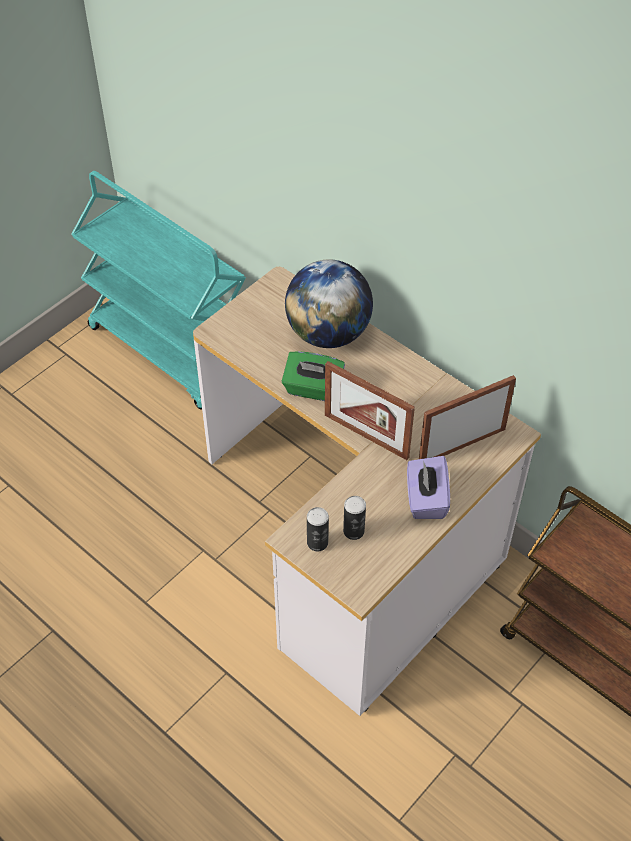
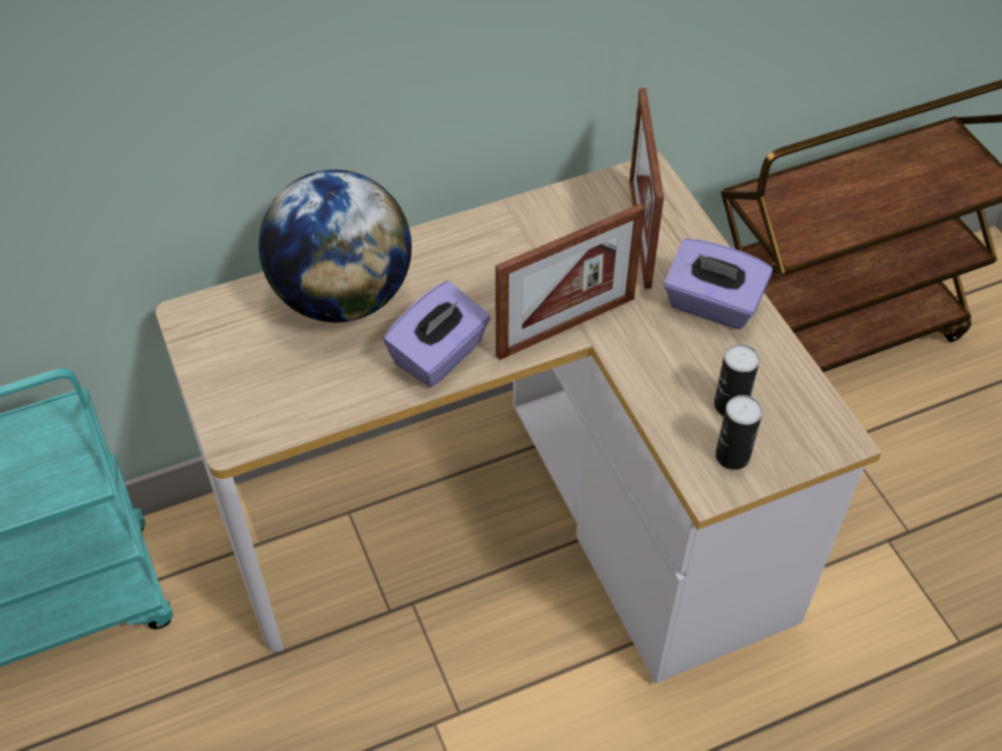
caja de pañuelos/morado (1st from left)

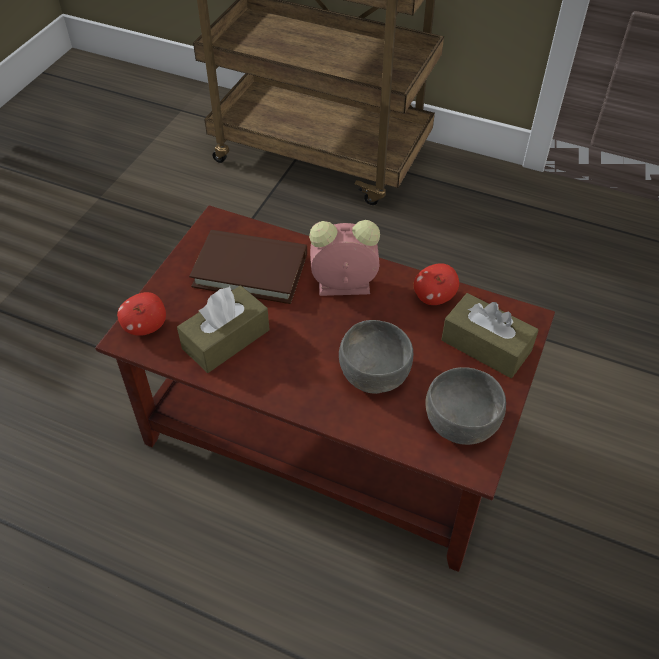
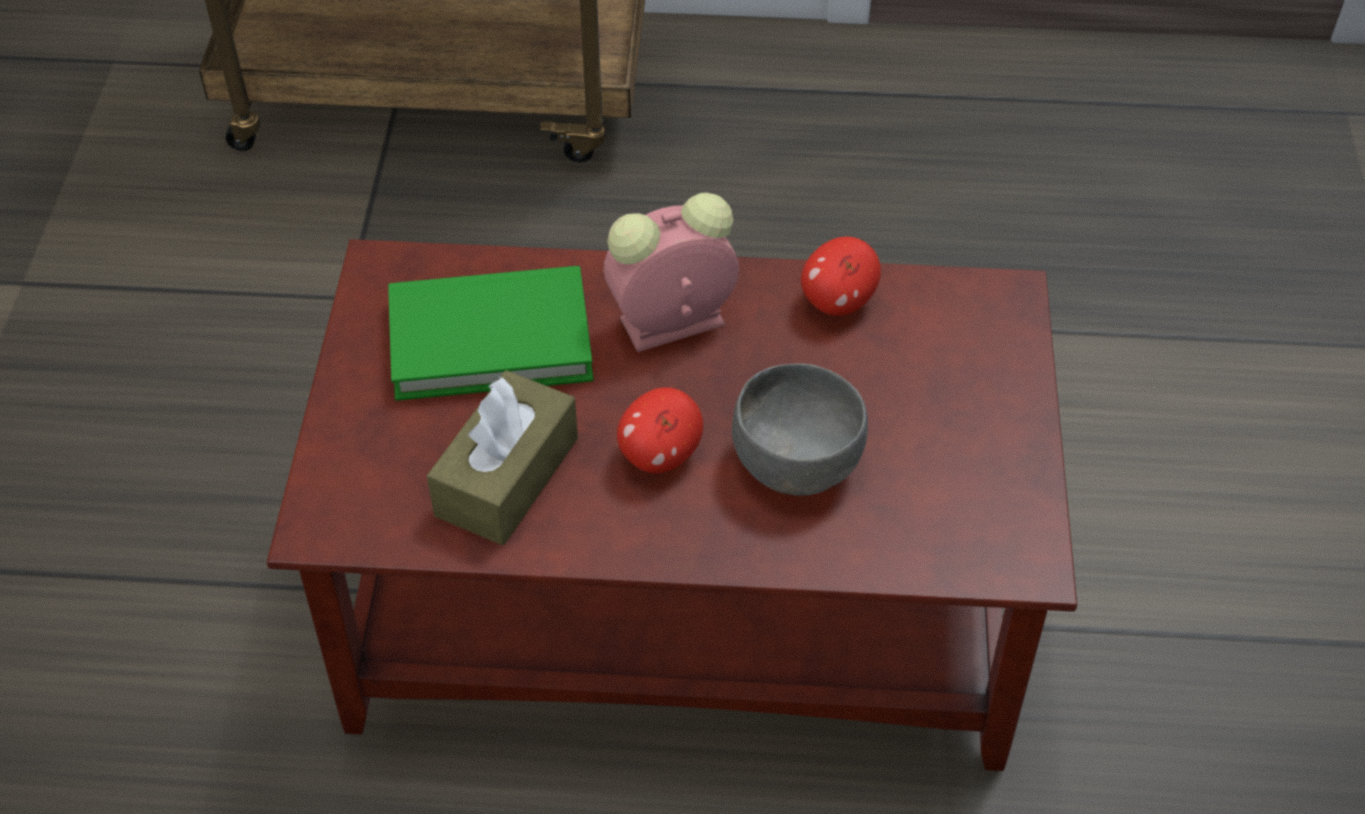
libro/verde
manzana (1st from left)
cuenco/gris (2nd from left in the first image)
caja de pañuelos/marrón (2nd from left in the first image)

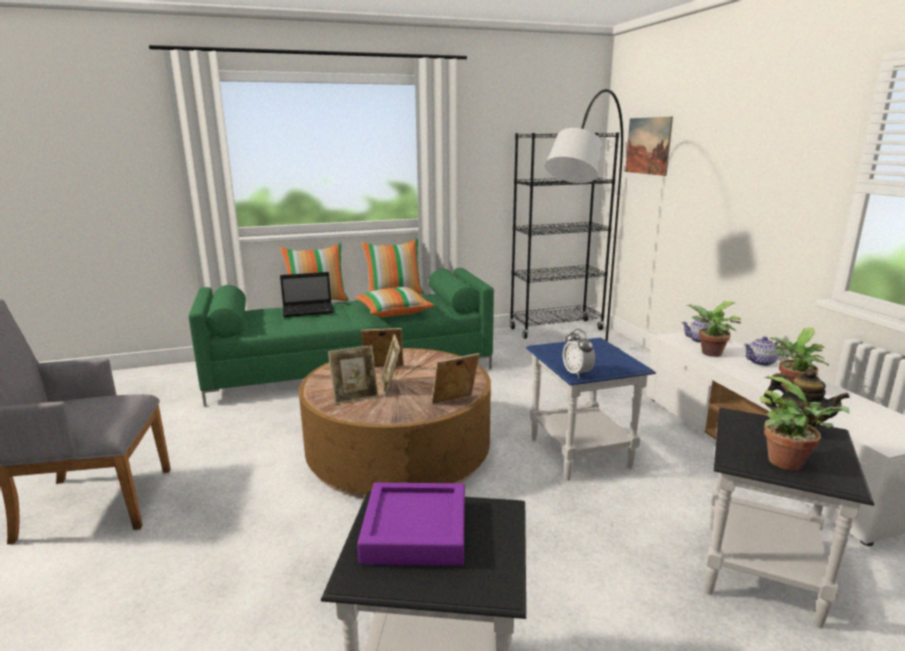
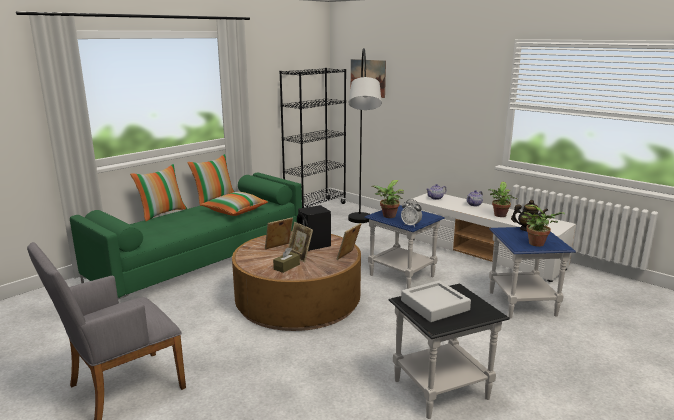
caja de pañuelos/marrón
altavoz/negro
planta en maceta (1st from left)
bandeja/gris
mesa auxiliar/azul (2nd from left)
portátil

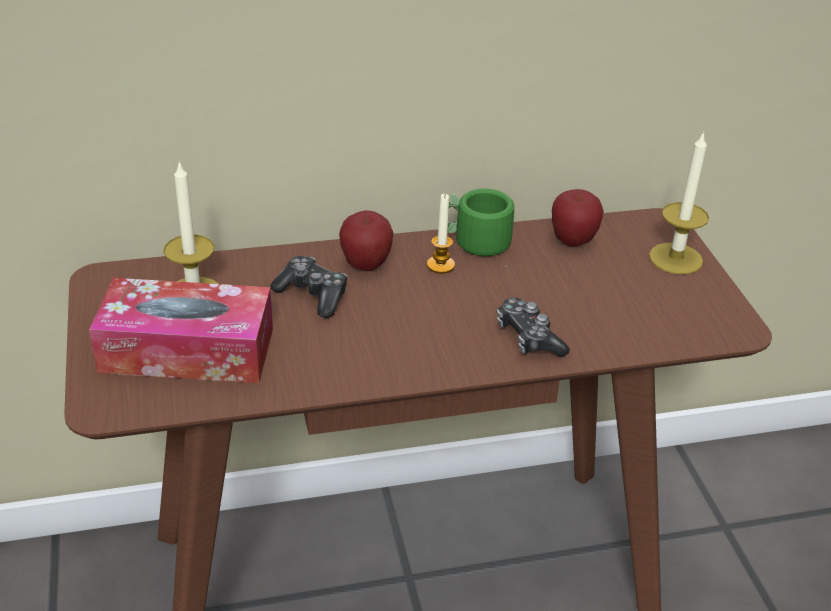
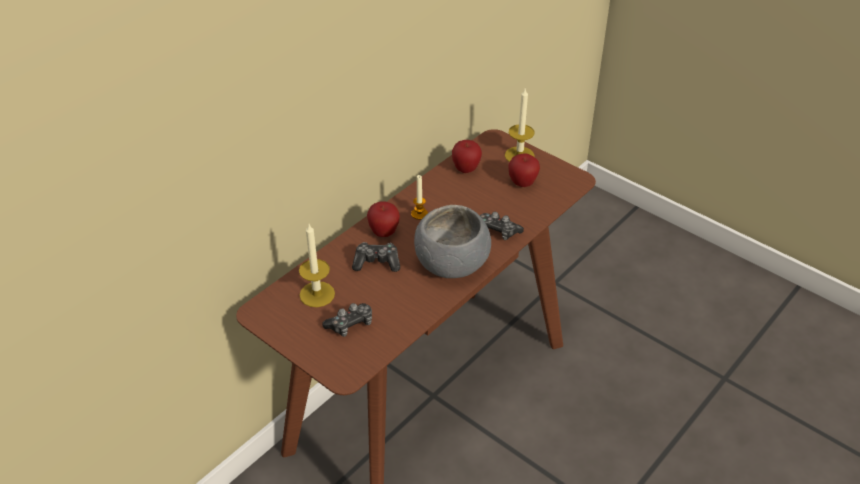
mando de consola (1st from left)
cuenco/gris
manzana (3rd from left)
taza grande/verde

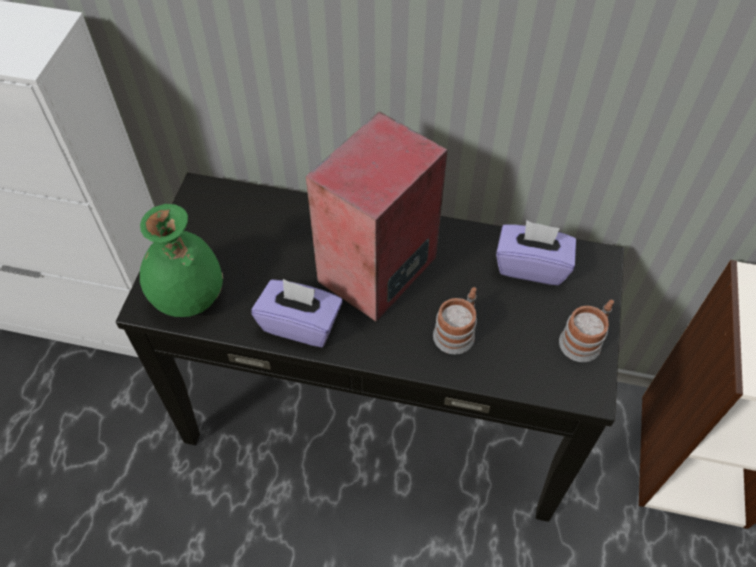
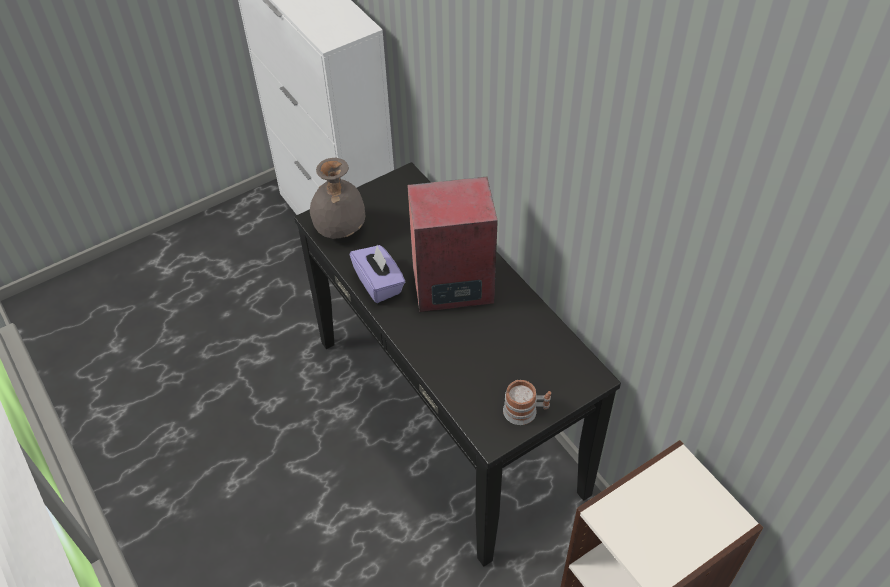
florero/gris
taza grande (1st from left in the first image)
caja de pañuelos/morado (2nd from left in the first image)

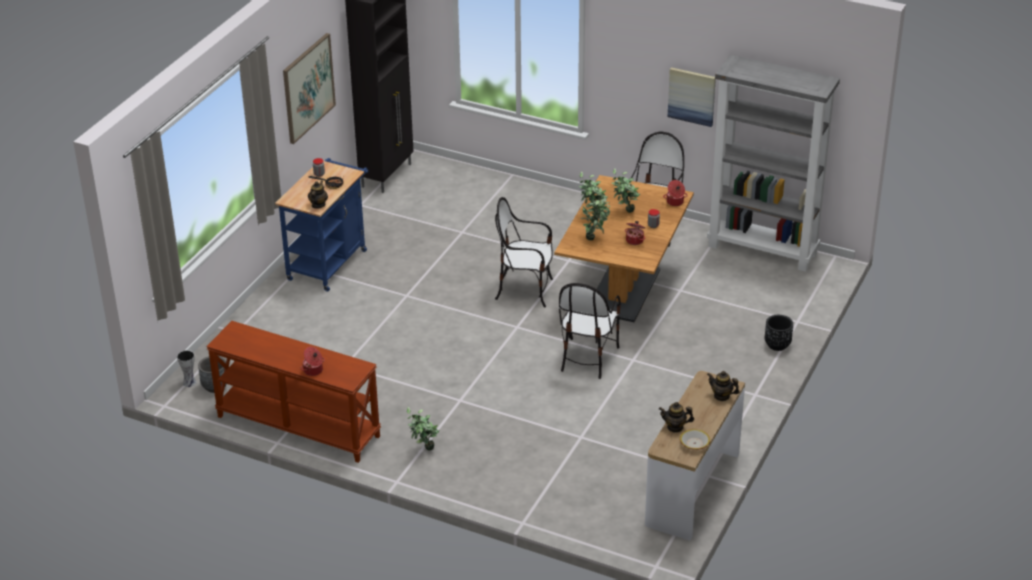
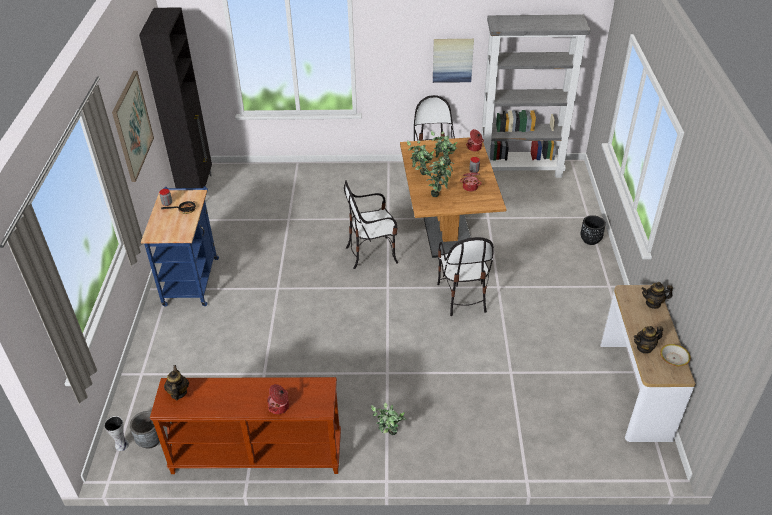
tetera (1st from left)

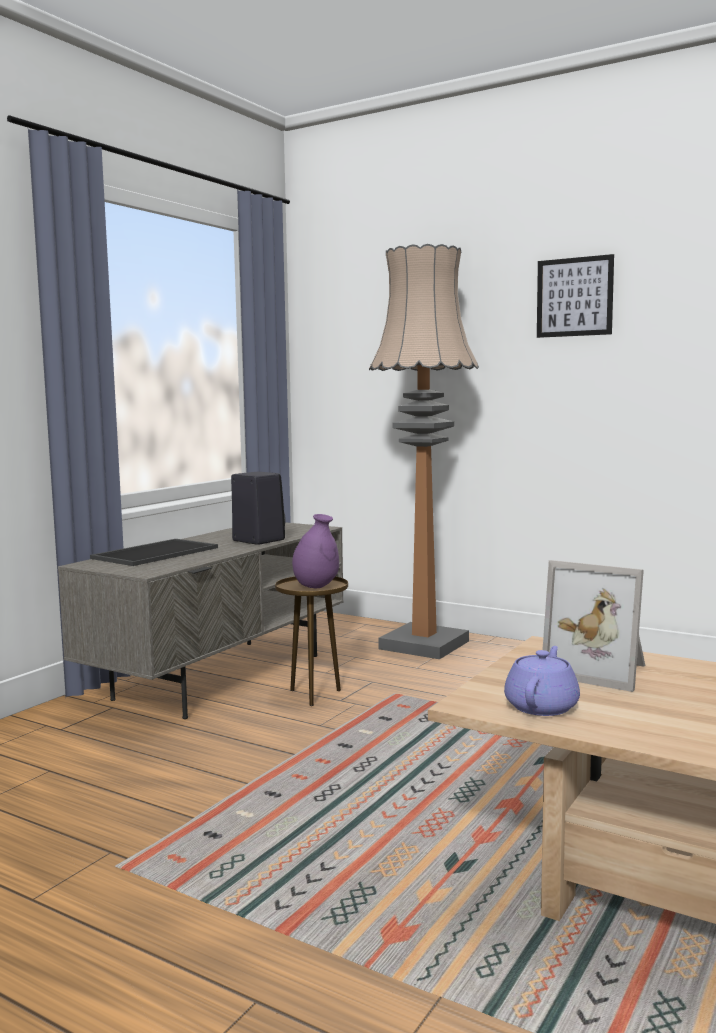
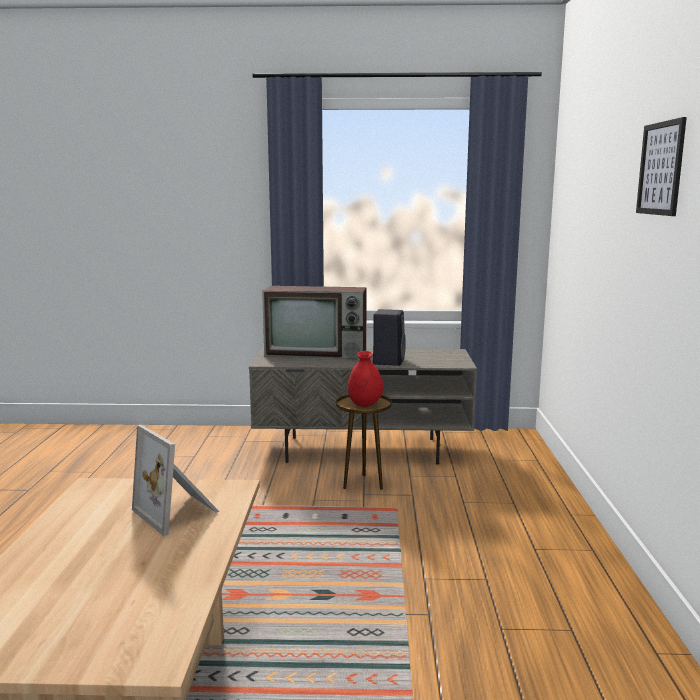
portarretratos
televisor
florero/rojo
lámpara de pie
tetera/morado

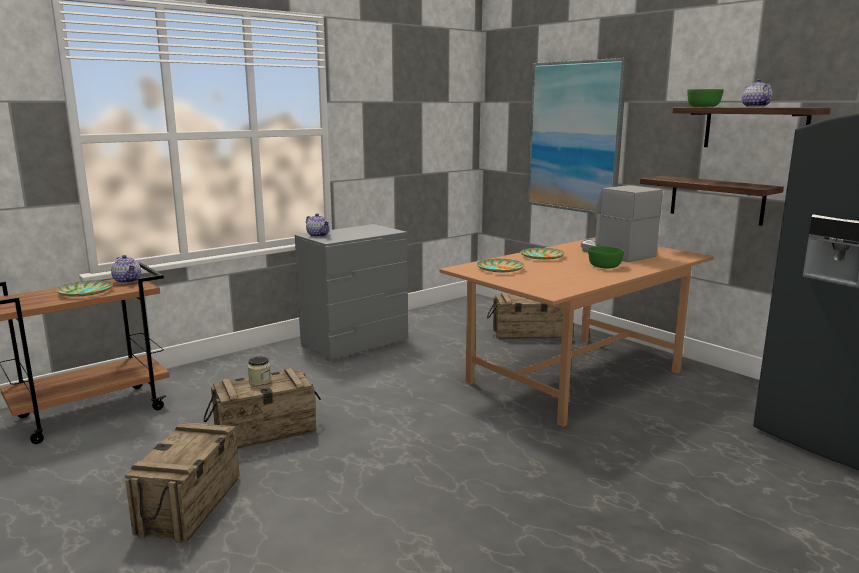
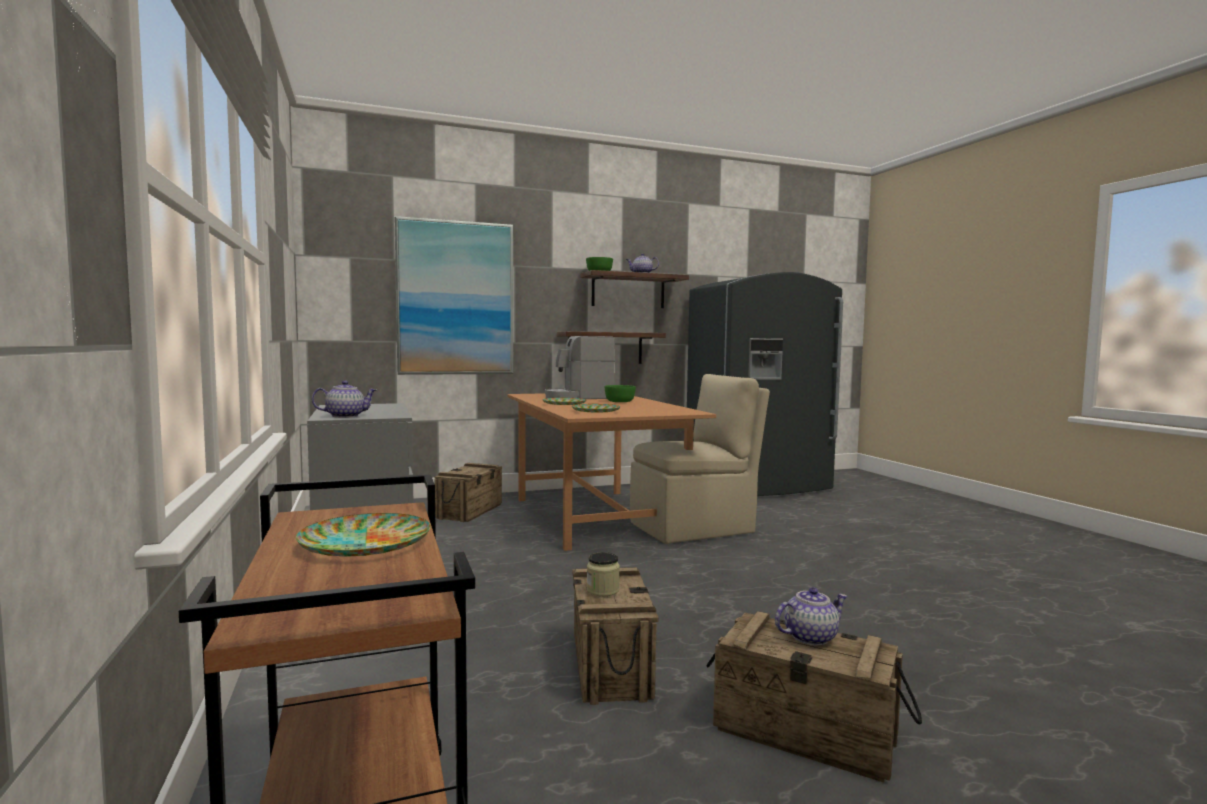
silla/beis
tetera (3rd from left)

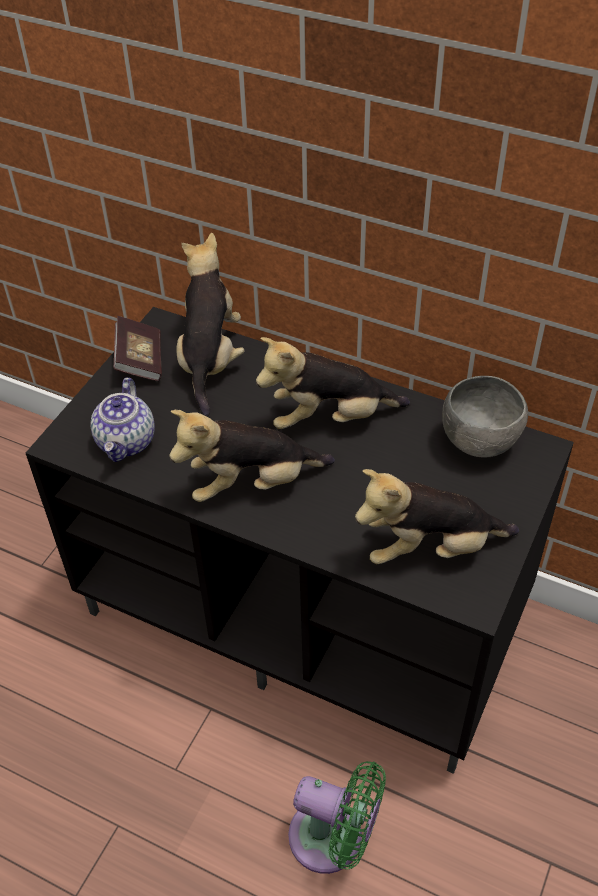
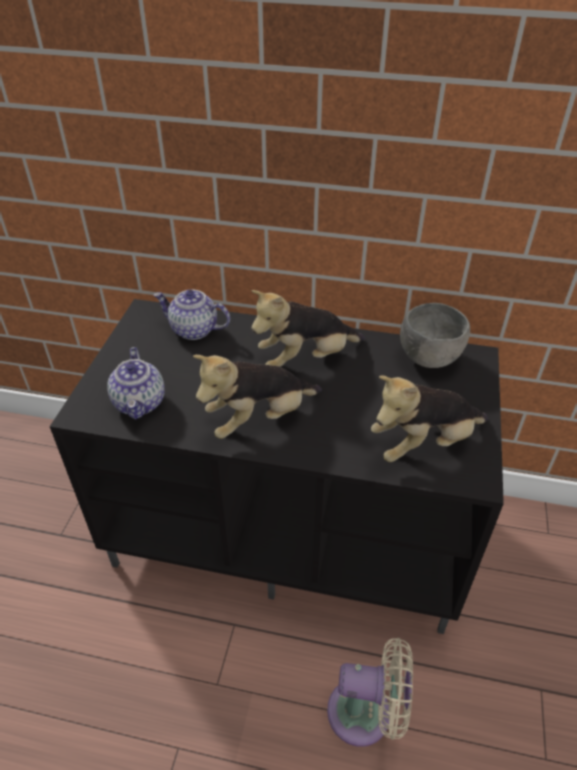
tetera (2nd from left)
ventilador/beis
libro

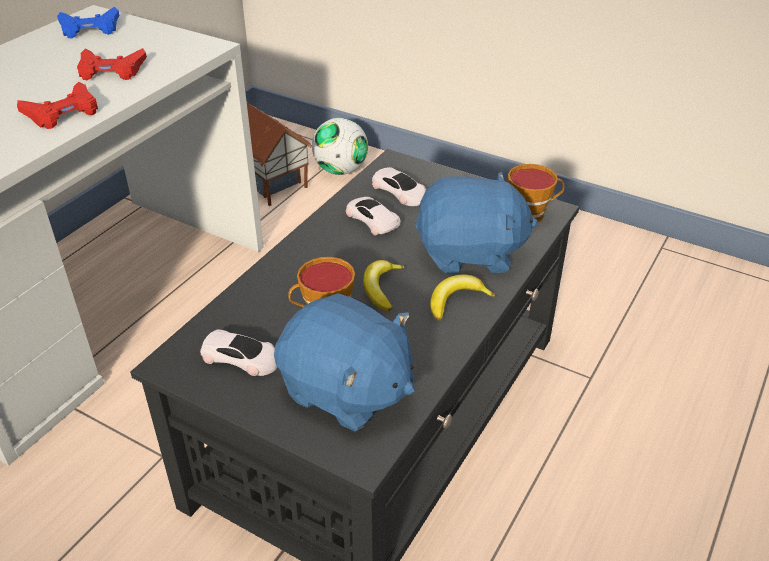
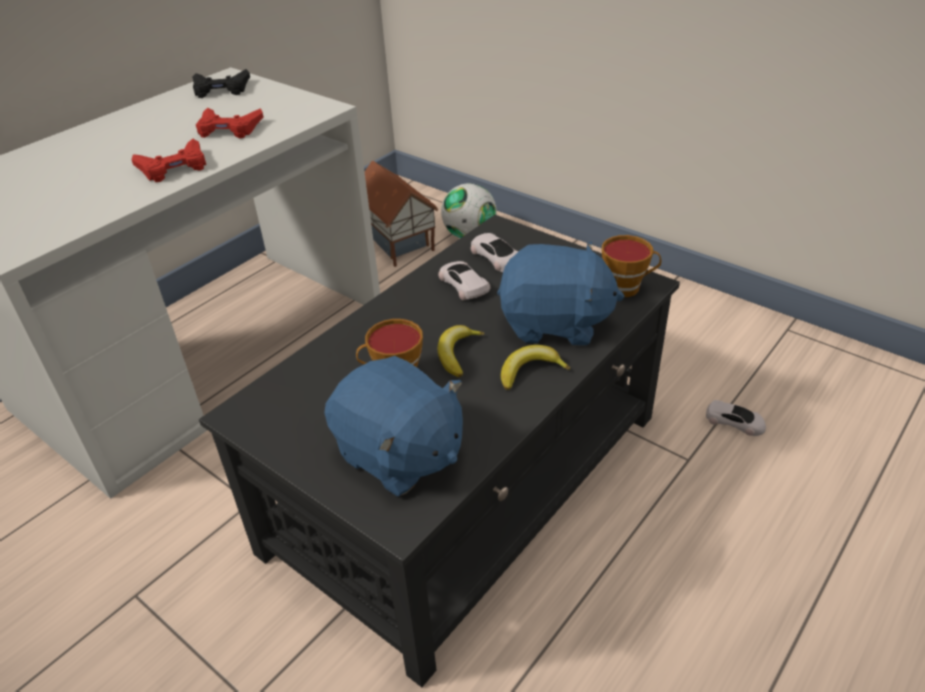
mando de consola/negro
coche de juguete/blanco (3rd from left)

